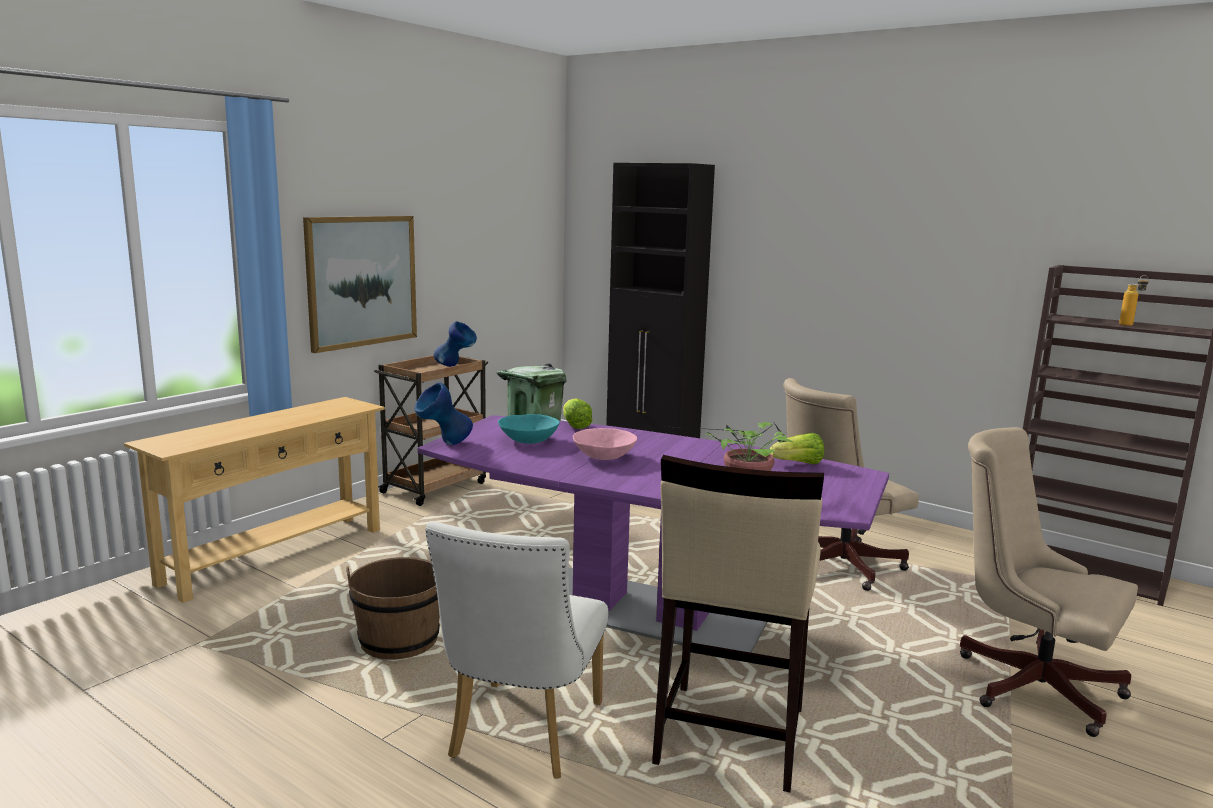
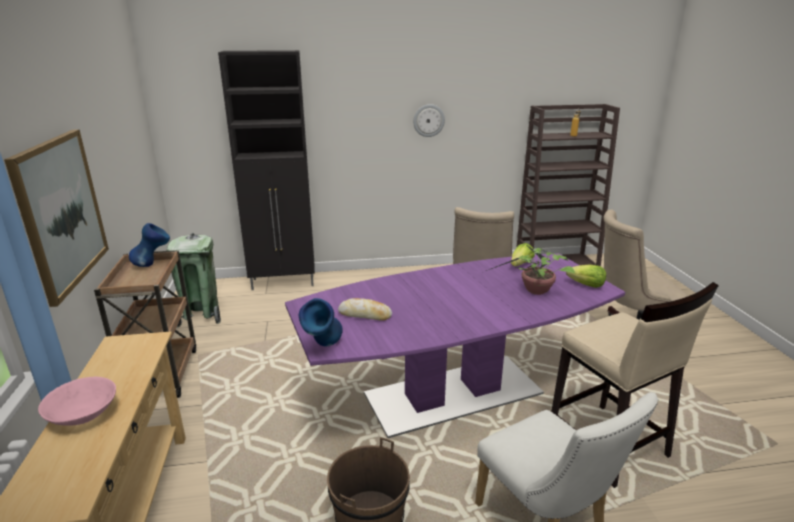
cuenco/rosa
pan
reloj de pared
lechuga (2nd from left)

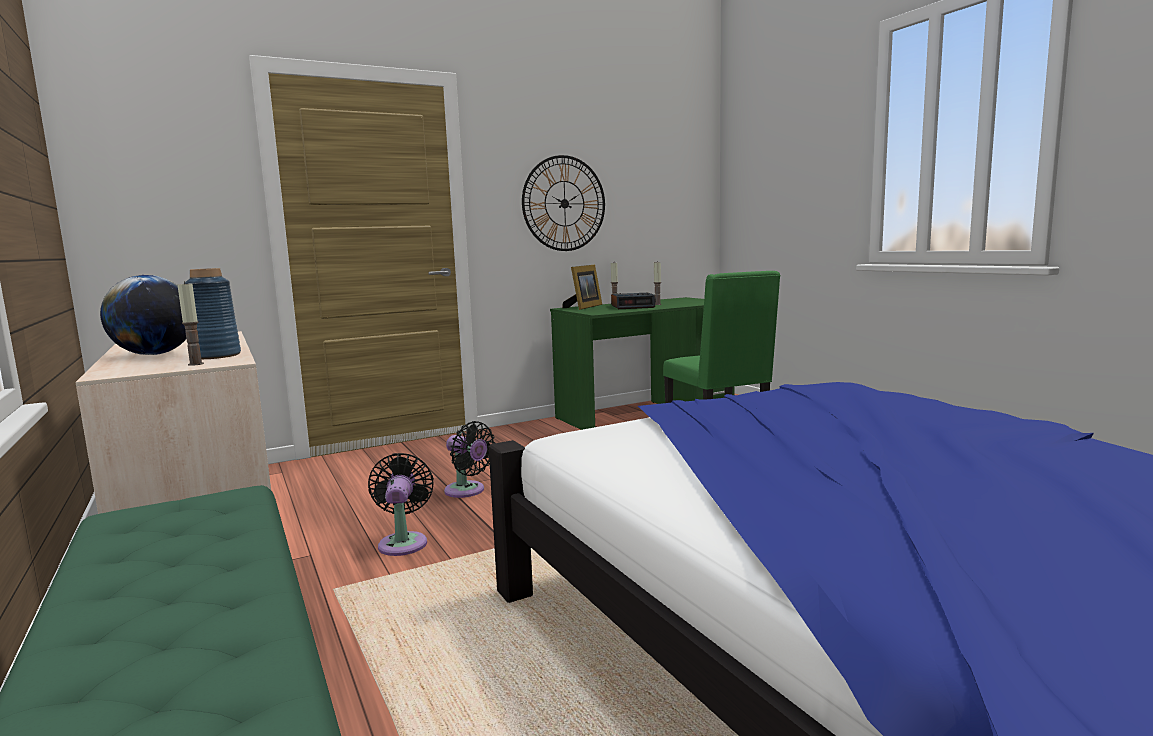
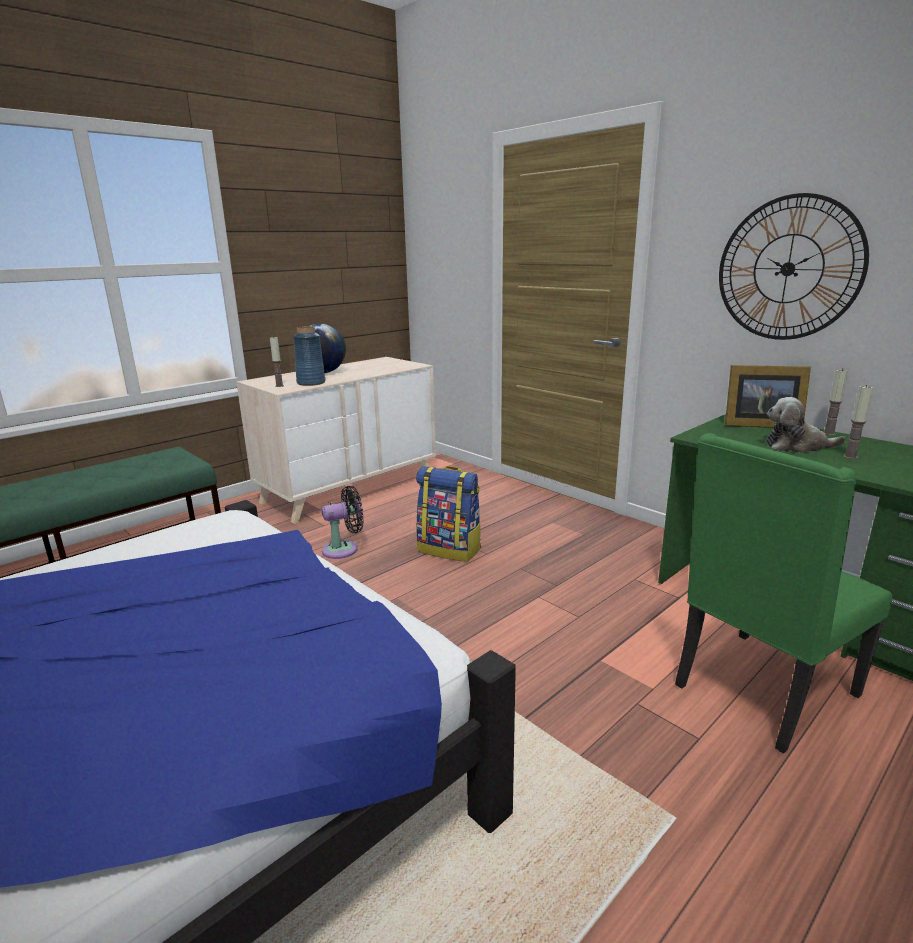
mochila
peluche

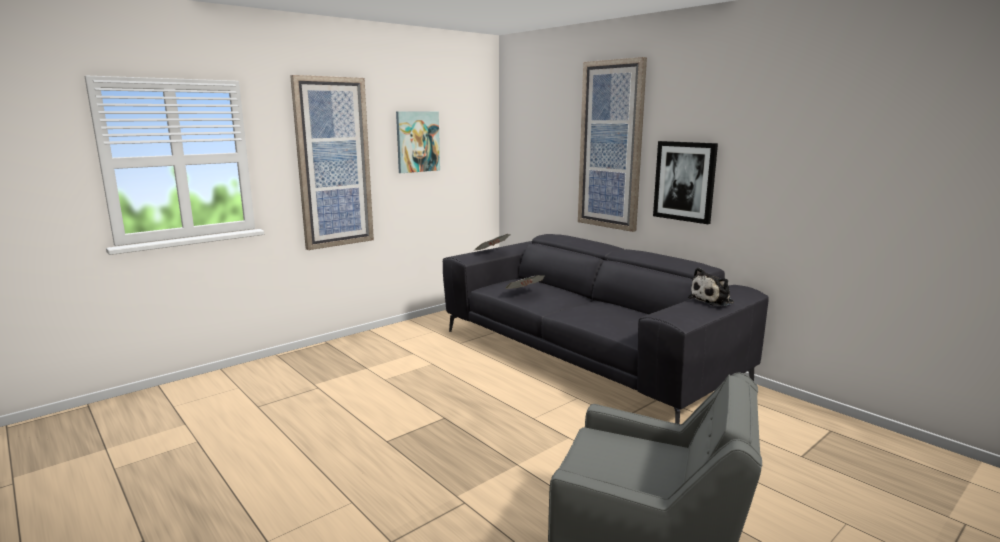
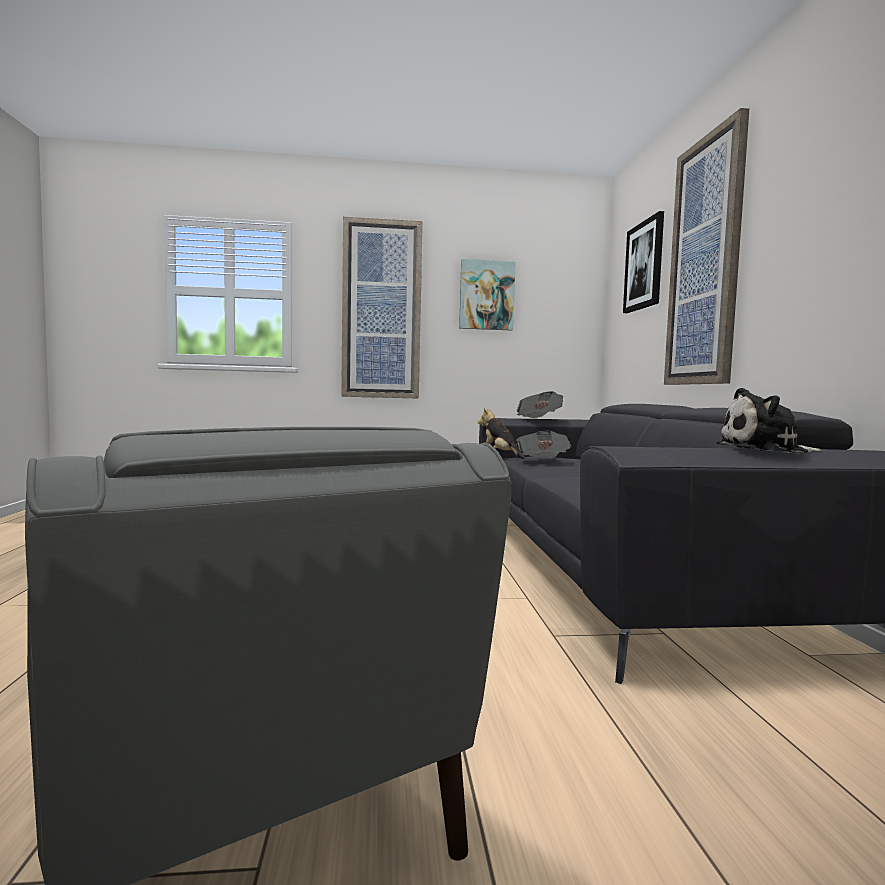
peluche (1st from left)
cuadro (3rd from left)

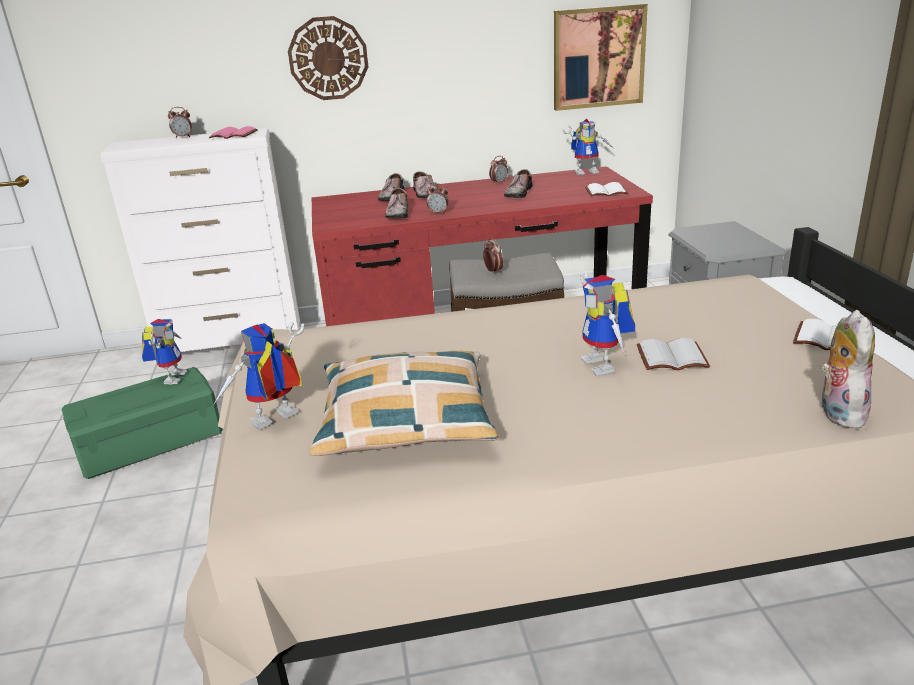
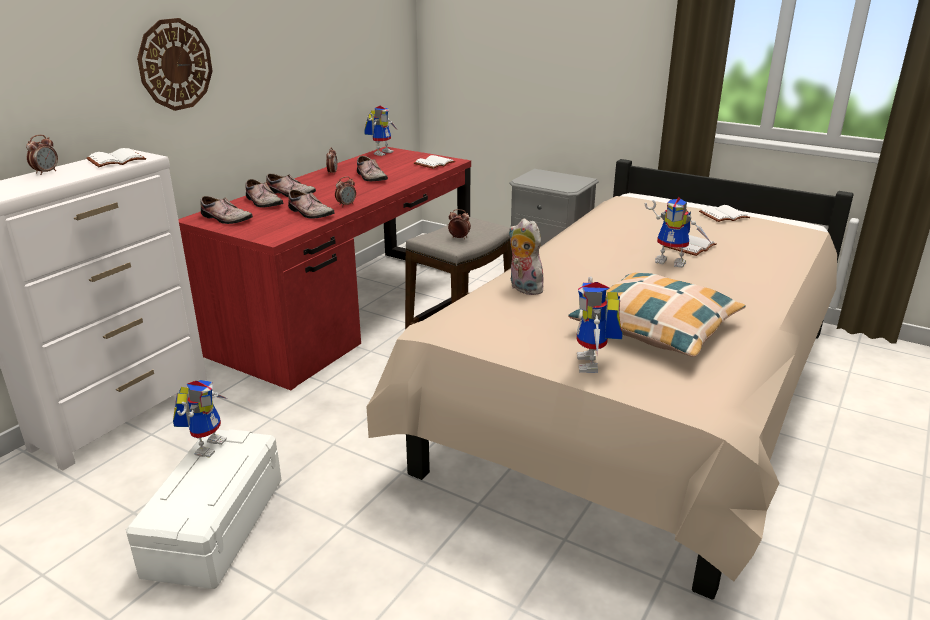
libro/blanco (1st from left)
caja de almacenaje/blanco
robot de juguete (1st from left)
zapato (1st from left)
peluche
cuadro

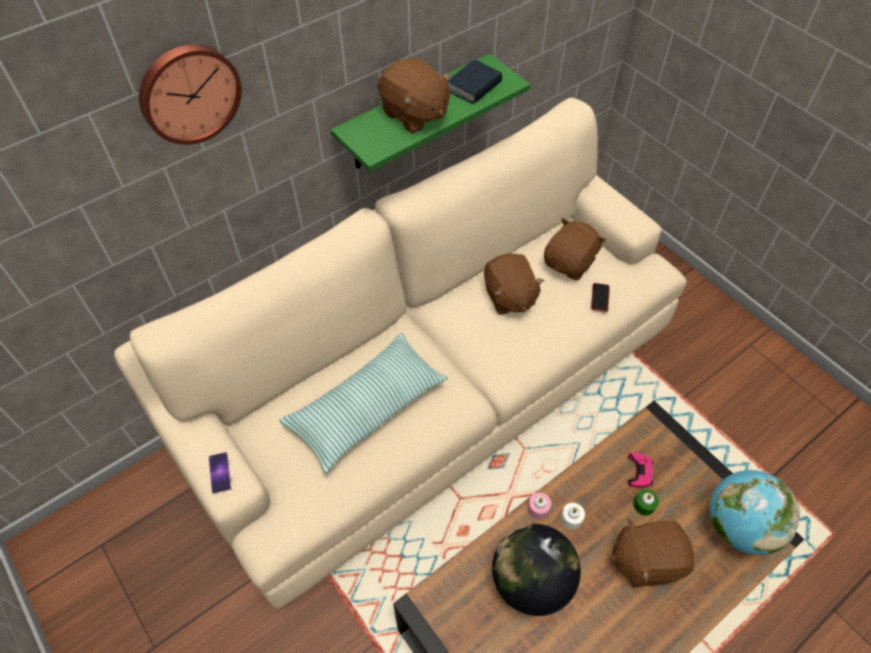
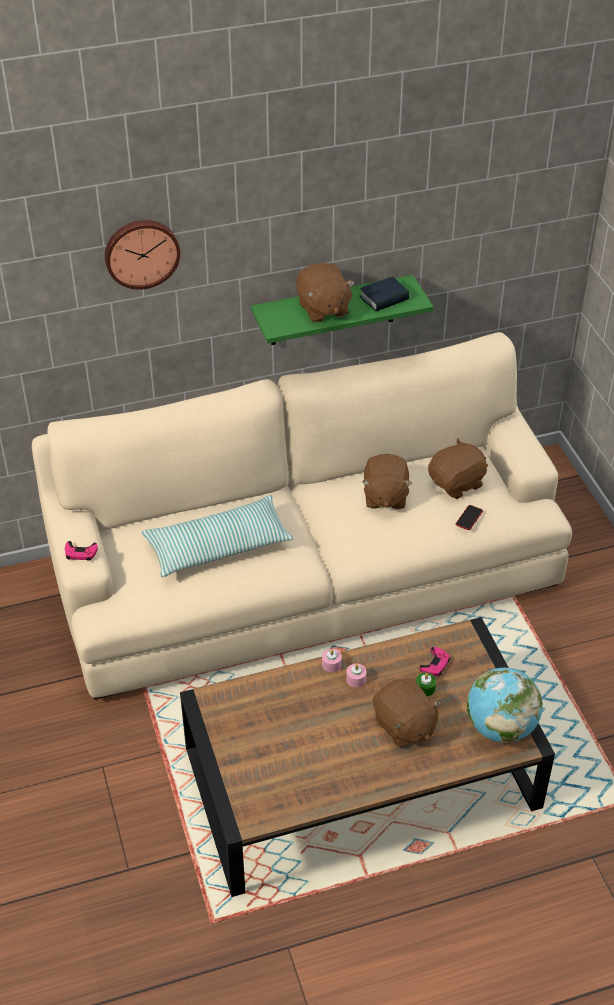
mando de consola/rosa (1st from left)
vela/rosa (2nd from left)
peluche/marrón (3rd from left)
globo terráqueo (1st from left in the first image)

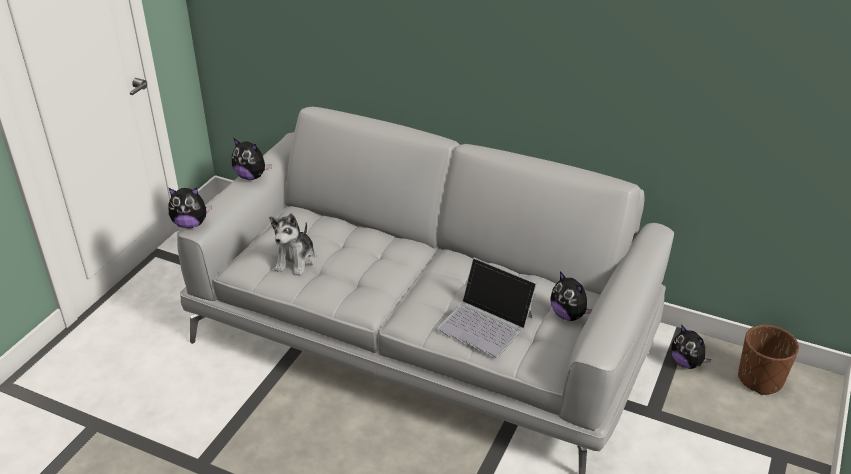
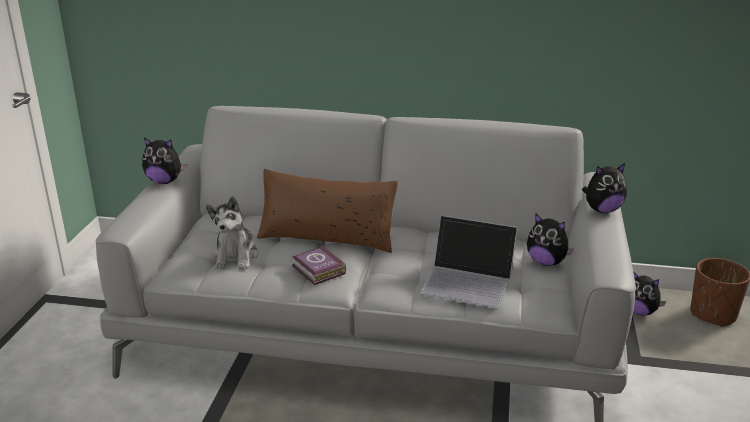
cojín/marrón
libro
peluche (4th from left)

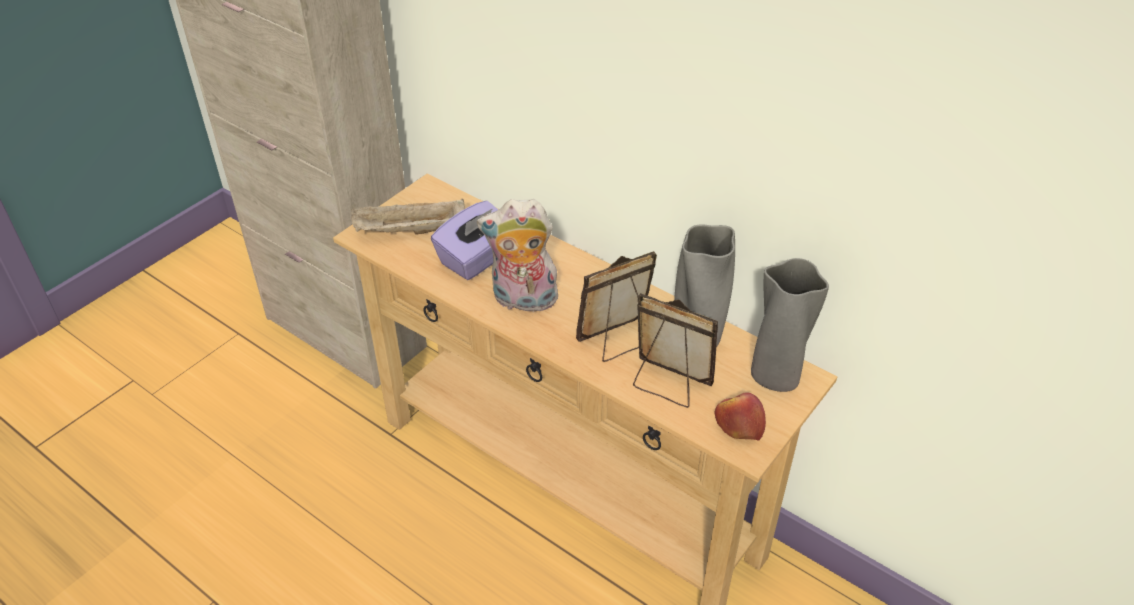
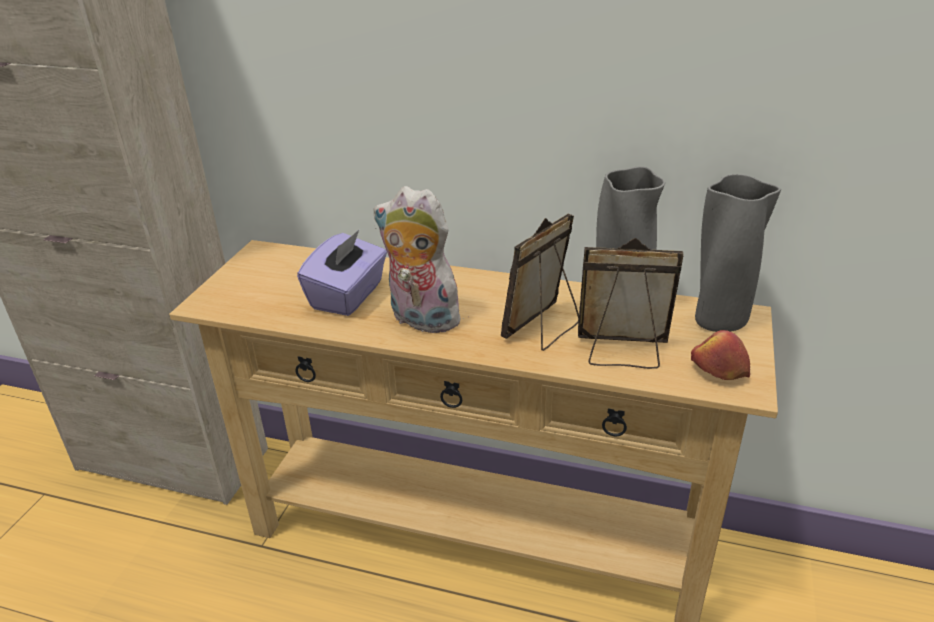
peluche
bandeja/beis

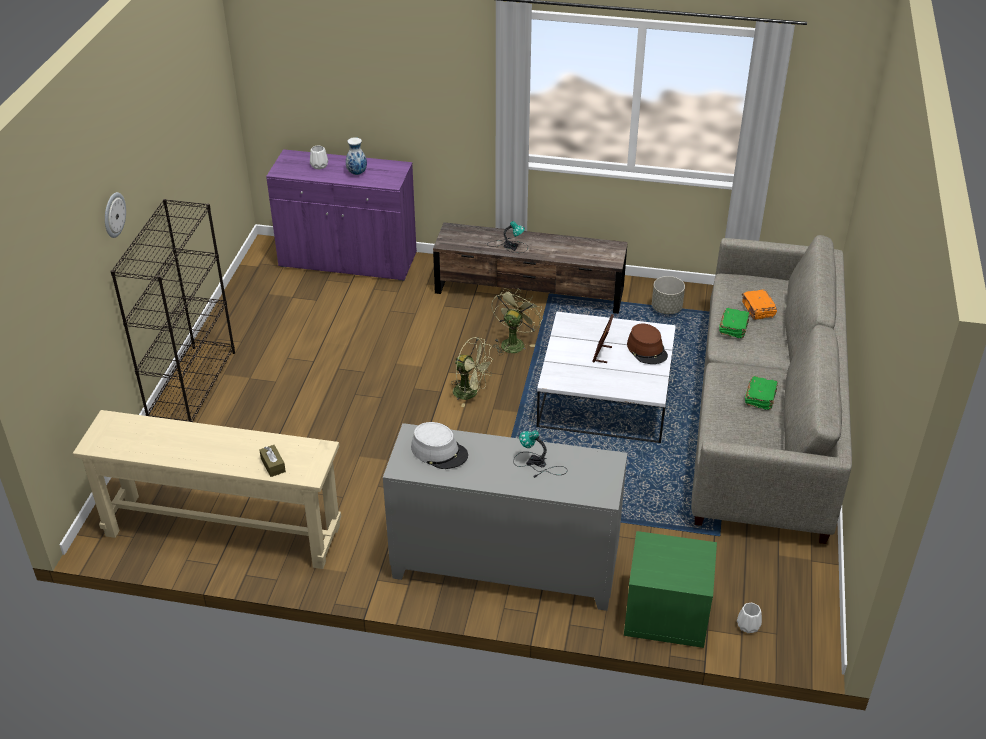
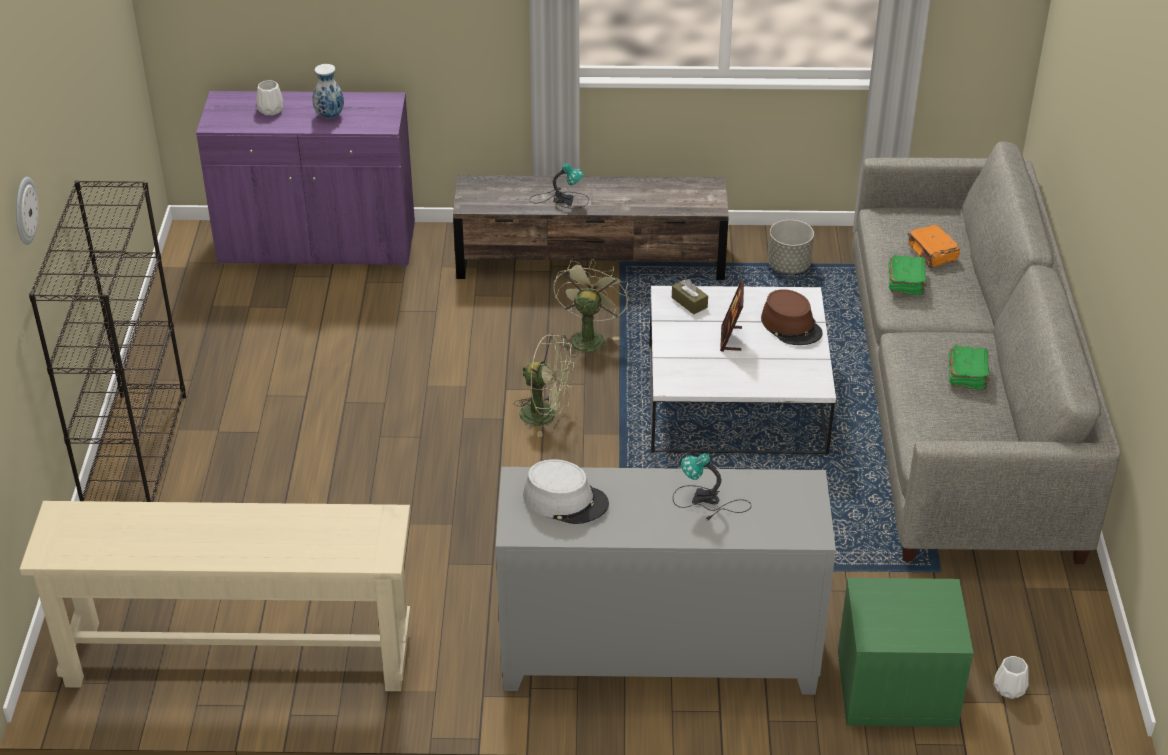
caja de pañuelos/marrón

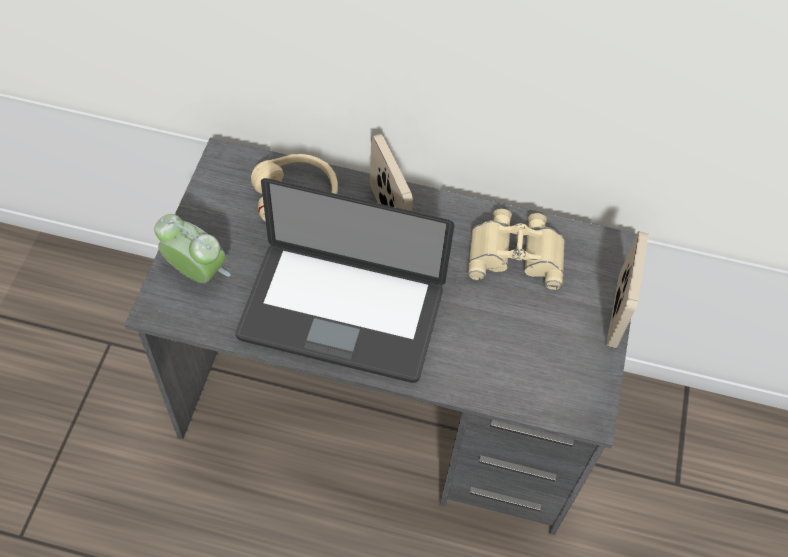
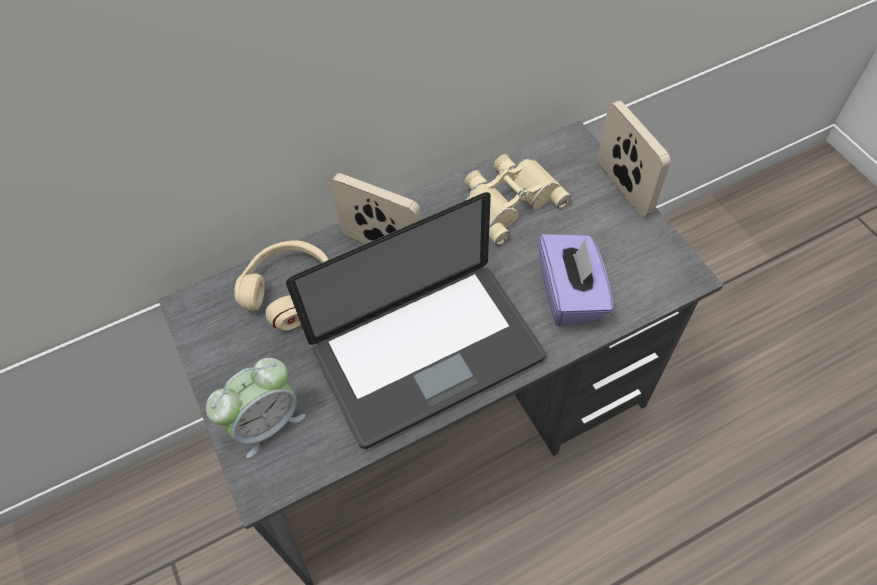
despertador
caja de pañuelos/morado

